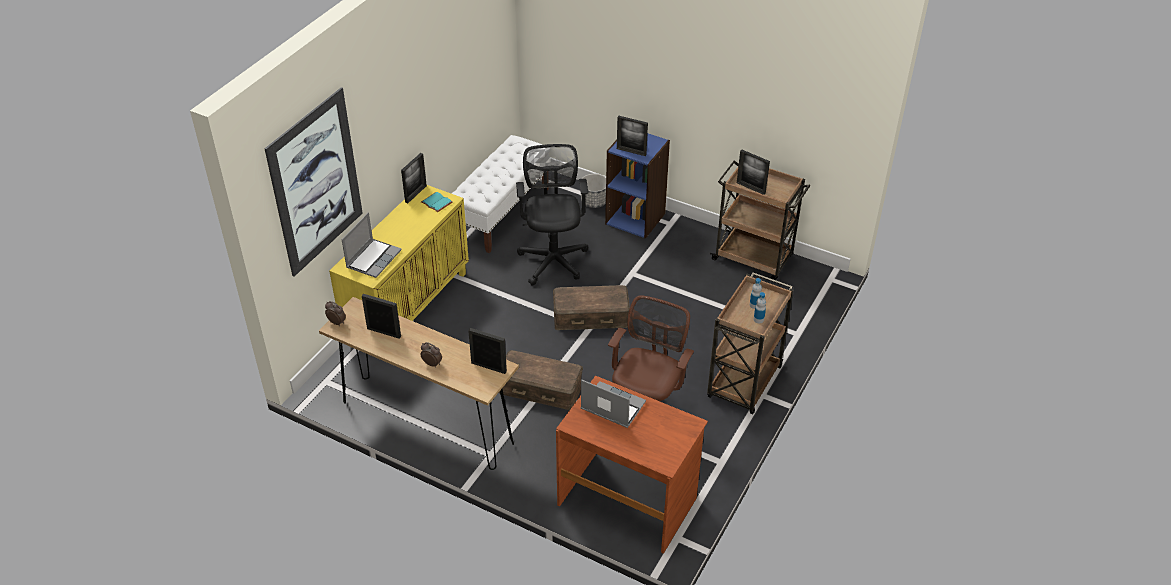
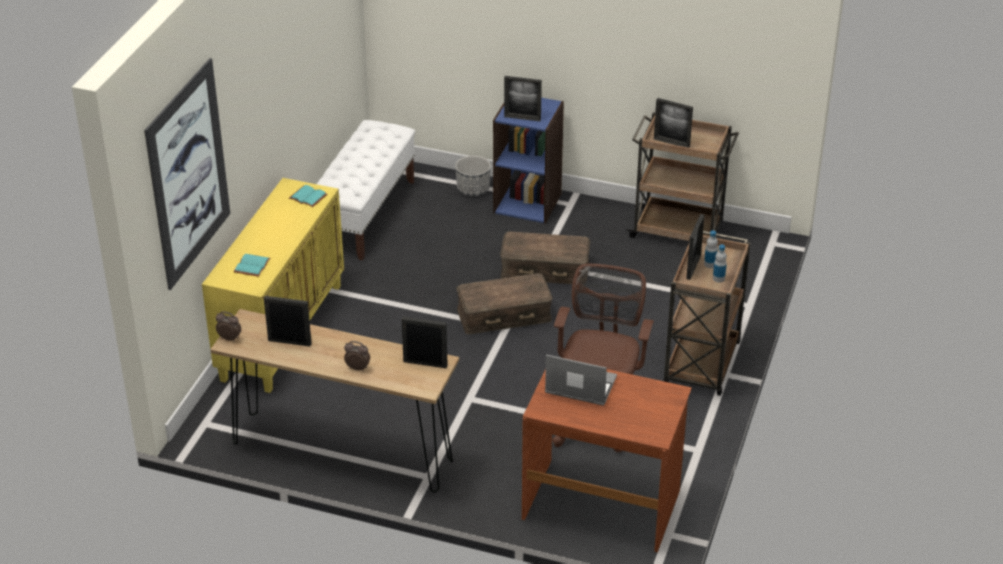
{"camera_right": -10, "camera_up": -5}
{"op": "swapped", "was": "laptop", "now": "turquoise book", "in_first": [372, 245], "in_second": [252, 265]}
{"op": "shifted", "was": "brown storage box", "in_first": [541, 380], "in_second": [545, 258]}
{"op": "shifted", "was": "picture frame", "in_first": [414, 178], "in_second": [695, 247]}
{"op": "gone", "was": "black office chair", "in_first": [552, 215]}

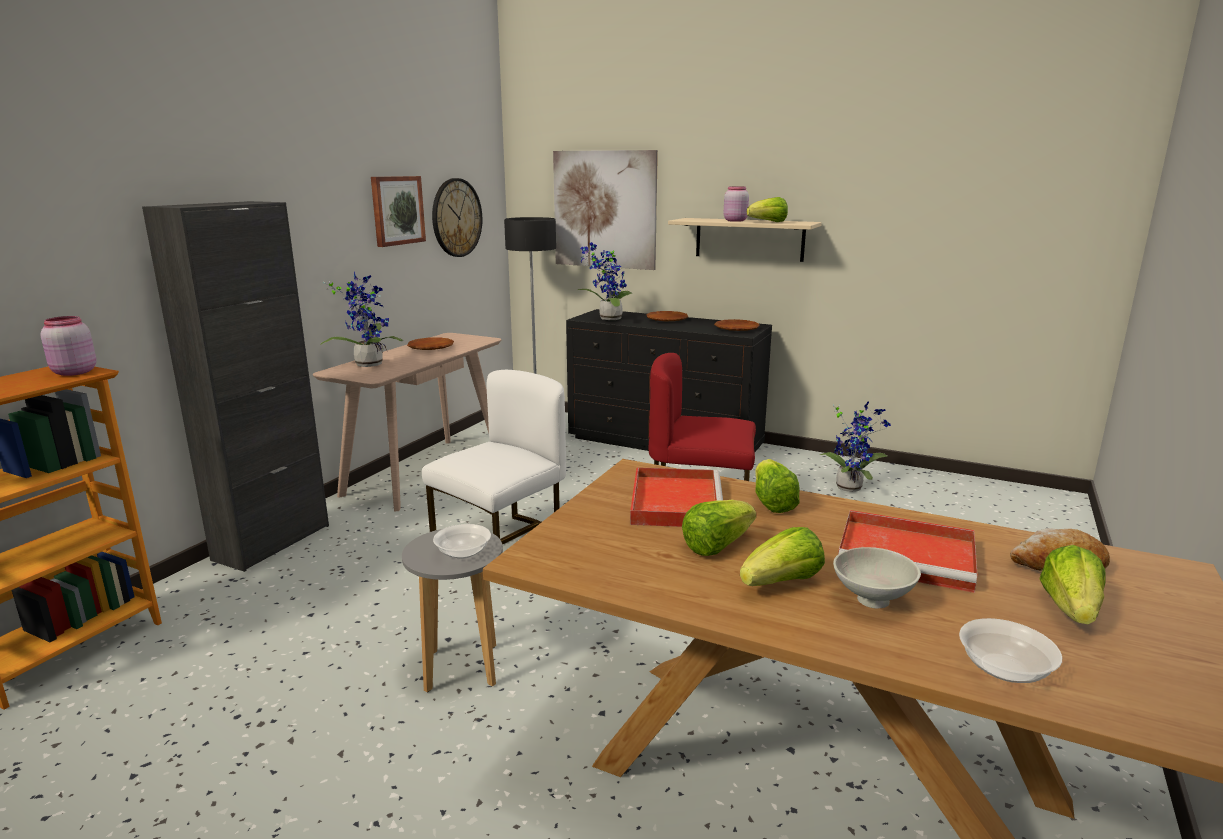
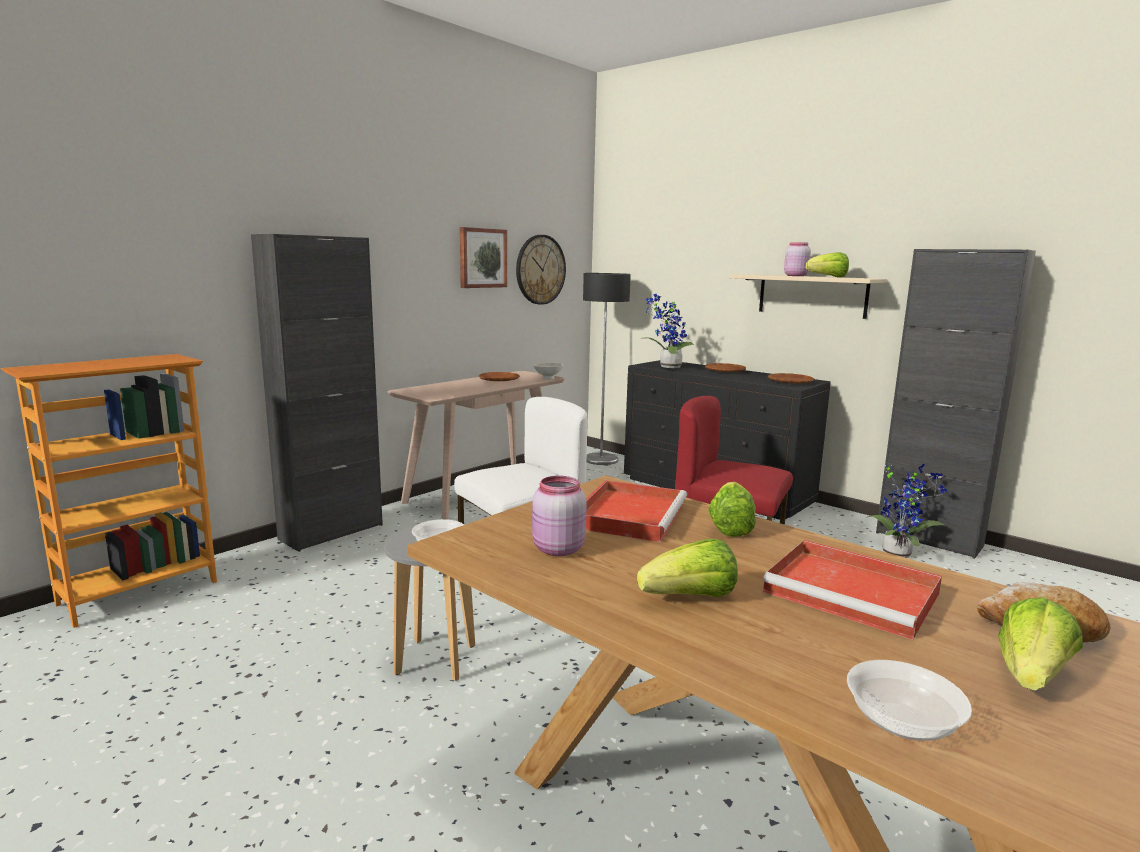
{"camera_right": 15, "camera_up": -5}
{"op": "shifted", "was": "pink jar", "in_first": [68, 346], "in_second": [559, 516]}
{"op": "shifted", "was": "white bowl", "in_first": [877, 577], "in_second": [548, 371]}
{"op": "new", "now": "black cabinet", "in_second": [956, 404]}
{"op": "gone", "was": "potted plant", "in_first": [361, 319]}
{"op": "gone", "was": "picture", "in_first": [605, 210]}
{"op": "gone", "was": "lettuce", "in_first": [719, 528]}

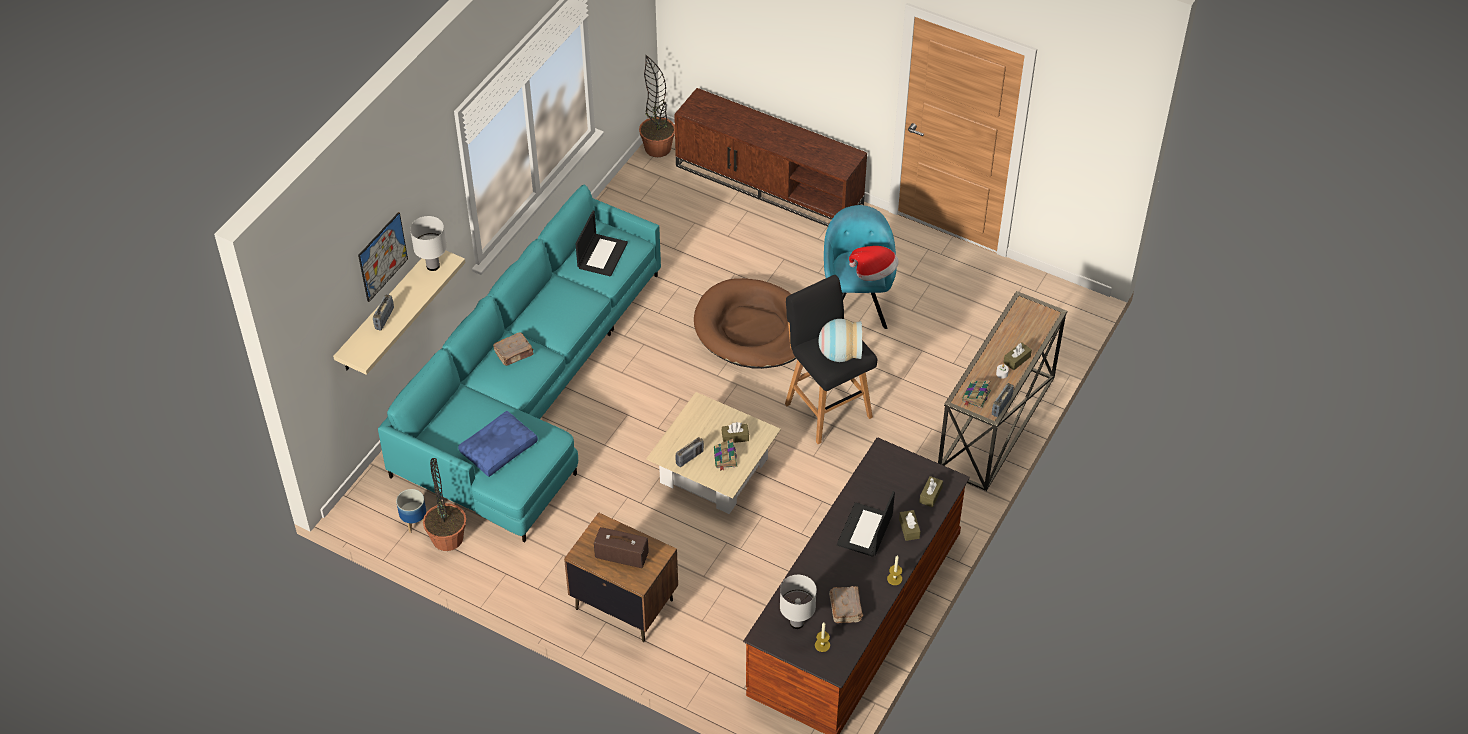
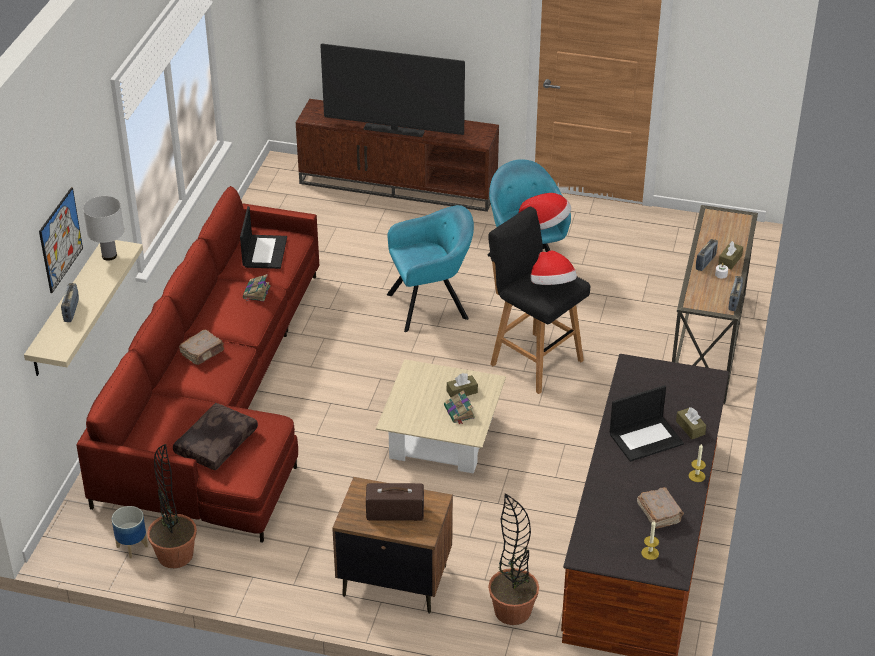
{"camera_right": -15, "camera_up": -10}
{"op": "repainted", "was": "turquoise sofa", "now": "red sofa", "in_first": [519, 363], "in_second": [198, 364]}
{"op": "repainted", "was": "blue pillow", "now": "brown pillow", "in_first": [498, 444], "in_second": [215, 437]}
{"op": "shifted", "was": "book", "in_first": [976, 394], "in_second": [257, 287]}
{"op": "new", "now": "television", "in_second": [392, 90]}
{"op": "swapped", "was": "brown dog bed", "now": "turquoise armchair", "in_first": [745, 323], "in_second": [430, 268]}
{"op": "shifted", "was": "potted plant", "in_first": [657, 106], "in_second": [513, 559]}
{"op": "swapped", "was": "vase", "now": "hat", "in_first": [840, 340], "in_second": [554, 267]}
{"op": "rotated", "was": "laptop", "in_first": [866, 524], "in_second": [647, 423], "clockwise": -120}
{"op": "shifted", "was": "radio", "in_first": [689, 452], "in_second": [707, 255]}
{"op": "gone", "was": "white table lamp", "in_first": [798, 602]}
{"op": "gone", "was": "brown tissue box", "in_first": [931, 491]}

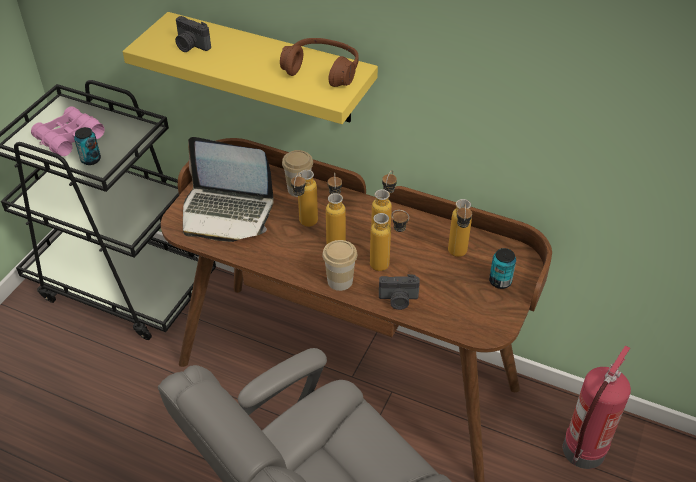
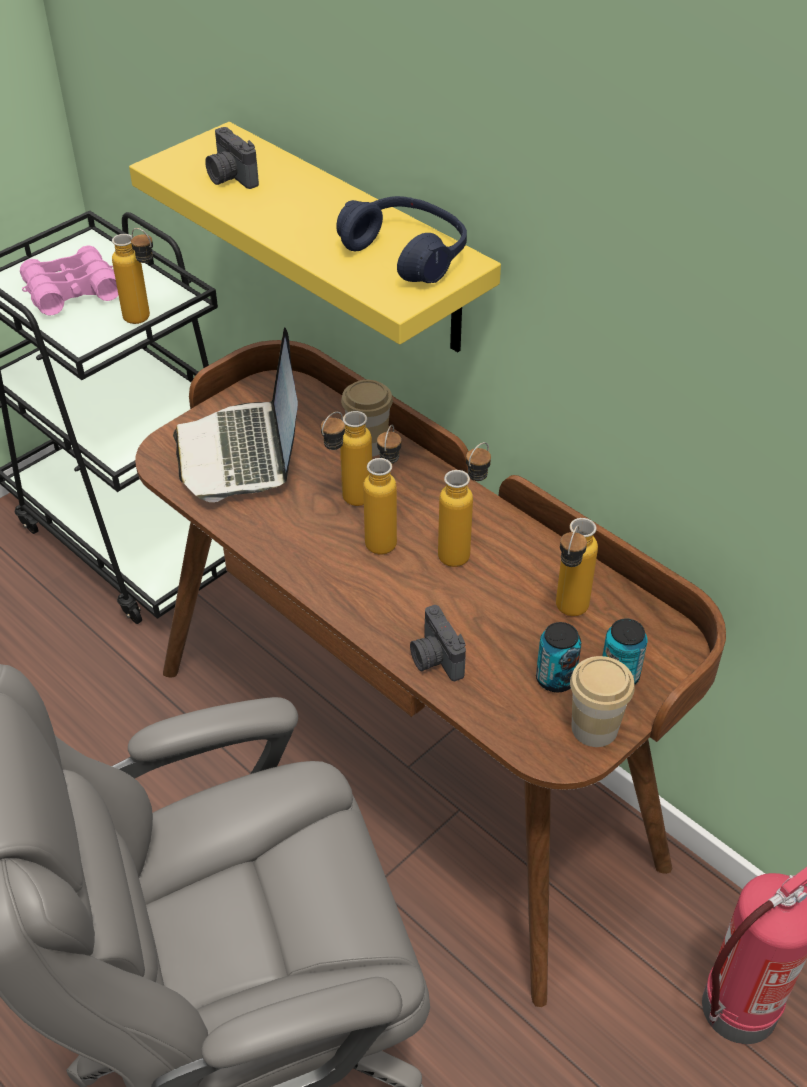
{"camera_right": 20, "camera_up": 0}
{"op": "shifted", "was": "bottle", "in_first": [389, 240], "in_second": [132, 276]}
{"op": "rotated", "was": "laptop", "in_first": [228, 189], "in_second": [235, 415], "clockwise": 45}
{"op": "repainted", "was": "brown headphones", "now": "blue headphones", "in_first": [319, 62], "in_second": [401, 239]}
{"op": "rotated", "was": "photo camera", "in_first": [399, 292], "in_second": [438, 643], "clockwise": 45}
{"op": "shifted", "was": "can", "in_first": [87, 146], "in_second": [558, 657]}
{"op": "shifted", "was": "cup", "in_first": [339, 265], "in_second": [602, 701]}

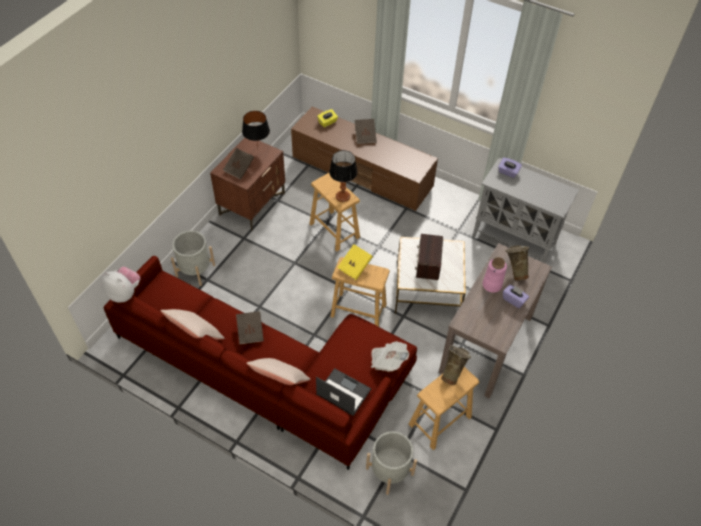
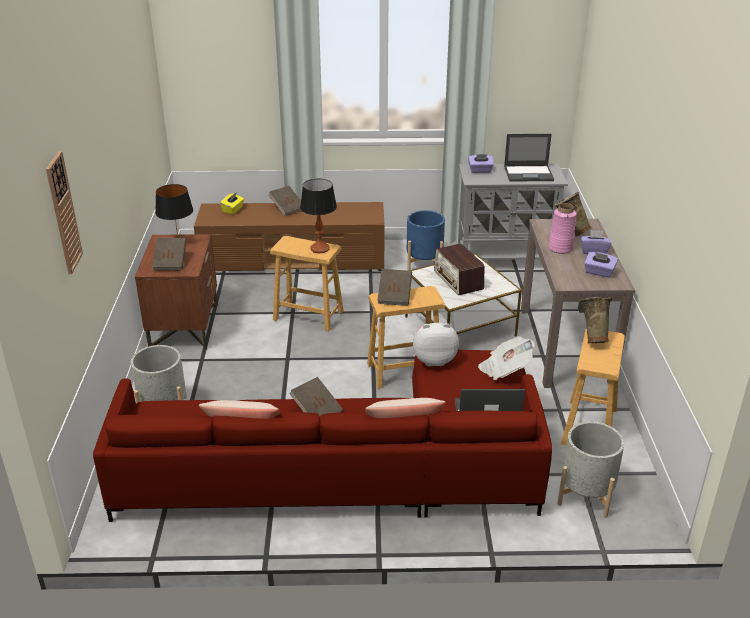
{"camera_right": -30, "camera_up": -20}
{"op": "new", "now": "wall clock", "in_second": [64, 212]}
{"op": "repainted", "was": "yellow book", "now": "brown book", "in_first": [355, 262], "in_second": [395, 287]}
{"op": "new", "now": "blue planter", "in_second": [426, 240]}
{"op": "shifted", "was": "plush toy", "in_first": [121, 285], "in_second": [436, 344]}
{"op": "new", "now": "laptop", "in_second": [529, 157]}
{"op": "new", "now": "purple tissue box", "in_second": [601, 265]}

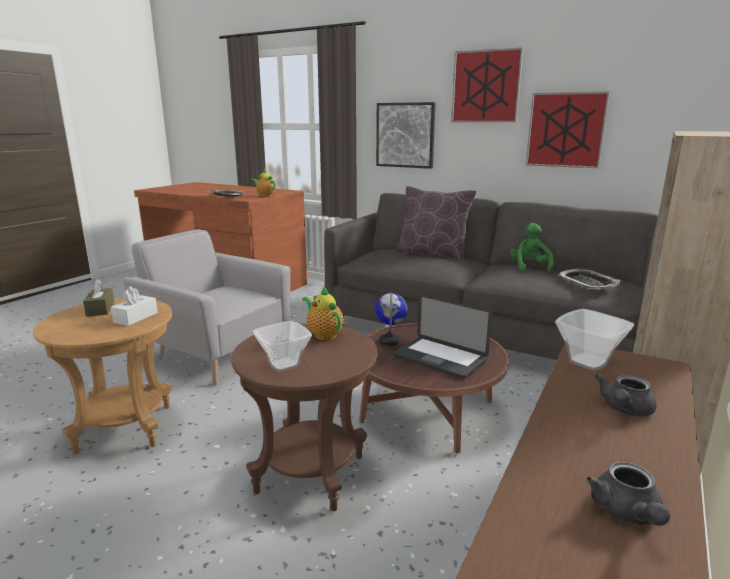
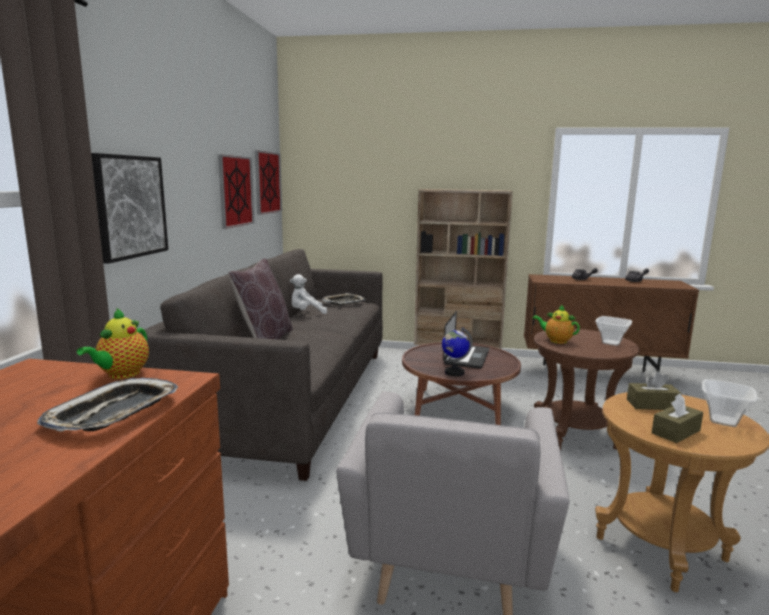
{"camera_right": -110, "camera_up": -5}
{"op": "shifted", "was": "picture", "in_first": [487, 84], "in_second": [268, 182]}
{"op": "repainted", "was": "green plush toy", "now": "white plush toy", "in_first": [532, 248], "in_second": [308, 294]}
{"op": "rotated", "was": "teapot", "in_first": [323, 313], "in_second": [556, 324], "clockwise": 90}
{"op": "repainted", "was": "white tissue box", "now": "brown tissue box", "in_first": [134, 306], "in_second": [654, 390]}
{"op": "shifted", "was": "bowl", "in_first": [594, 340], "in_second": [730, 403]}

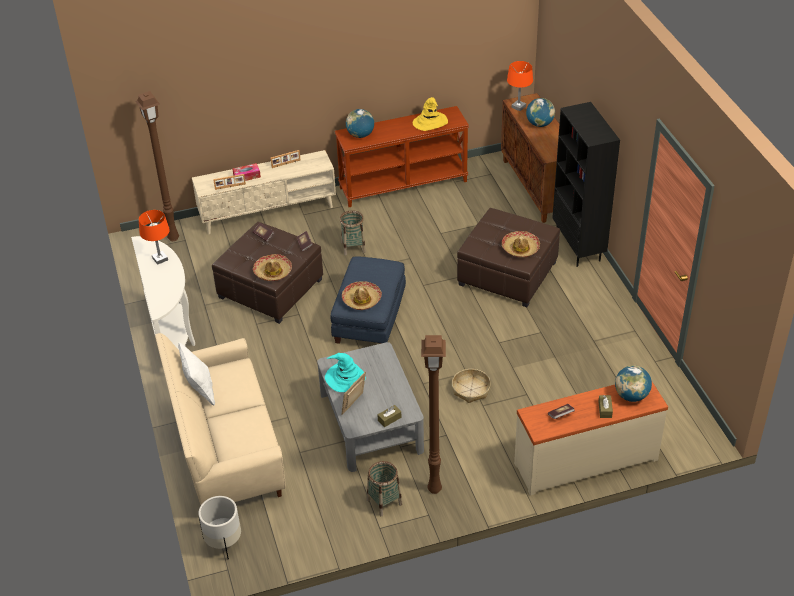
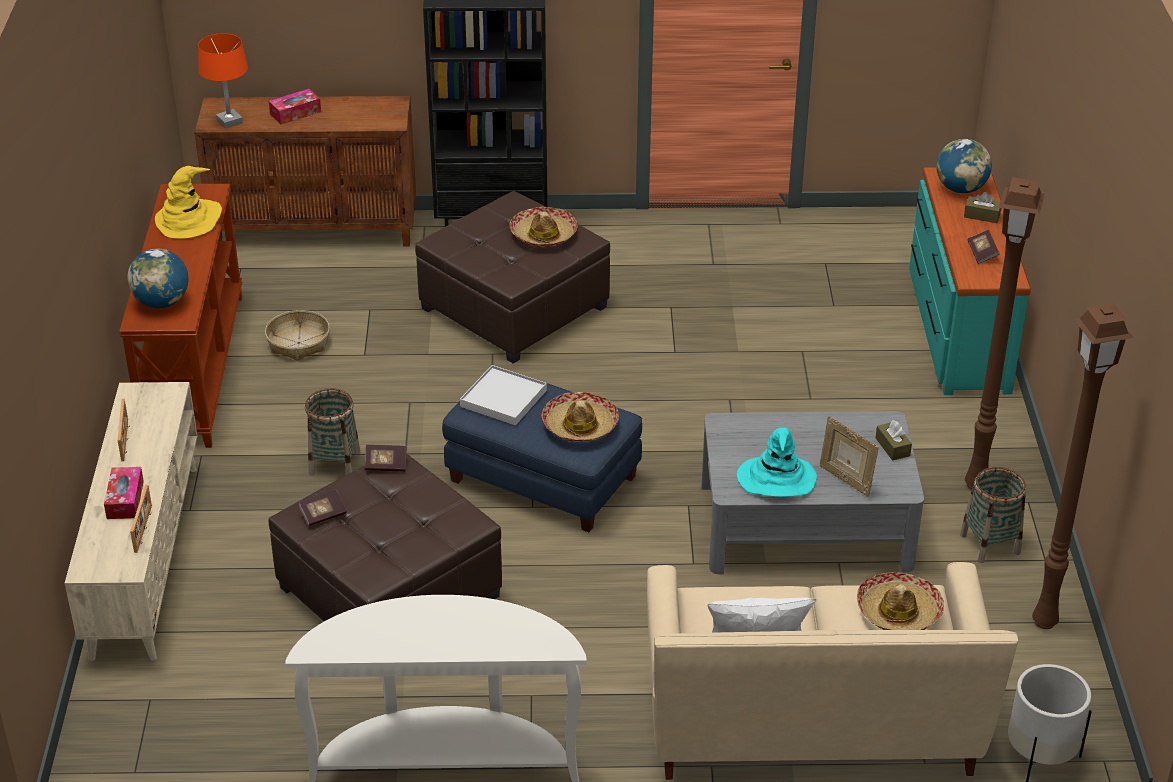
{"camera_right": -75, "camera_up": -5}
{"op": "shifted", "was": "basket", "in_first": [471, 386], "in_second": [297, 335]}
{"op": "swapped", "was": "globe", "now": "tissue box", "in_first": [540, 112], "in_second": [295, 107]}
{"op": "new", "now": "white tray", "in_second": [503, 395]}
{"op": "shifted", "was": "hat", "in_first": [272, 267], "in_second": [900, 601]}
{"op": "repainted", "was": "beige dresser", "now": "turquoise dresser", "in_first": [591, 439], "in_second": [970, 281]}
{"op": "shifted", "was": "brown floor lamp", "in_first": [157, 166], "in_second": [1082, 466]}
{"op": "gone", "was": "orange table lamp", "in_first": [154, 237]}

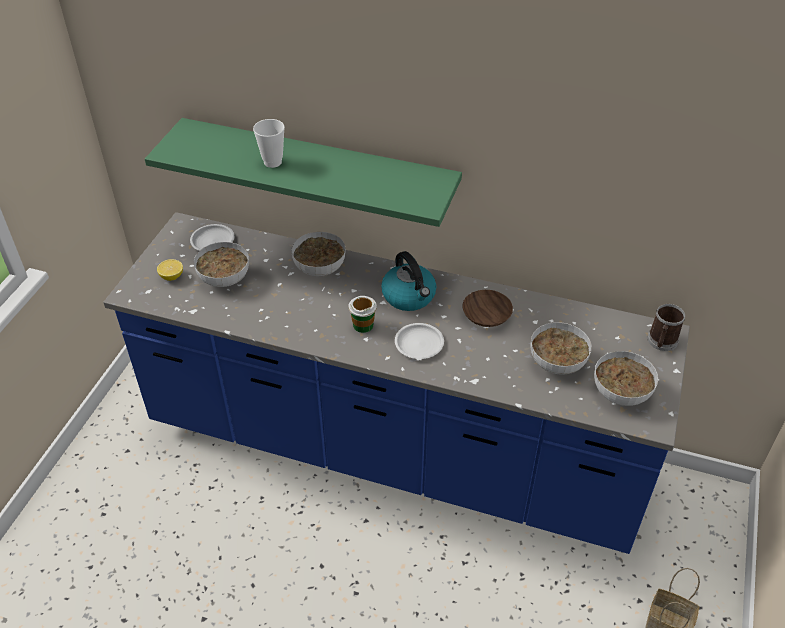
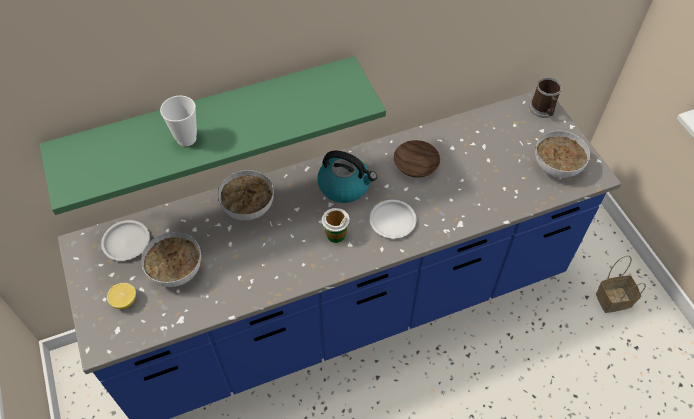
{"camera_right": -40, "camera_up": 10}
{"op": "gone", "was": "bowl", "in_first": [561, 348]}

